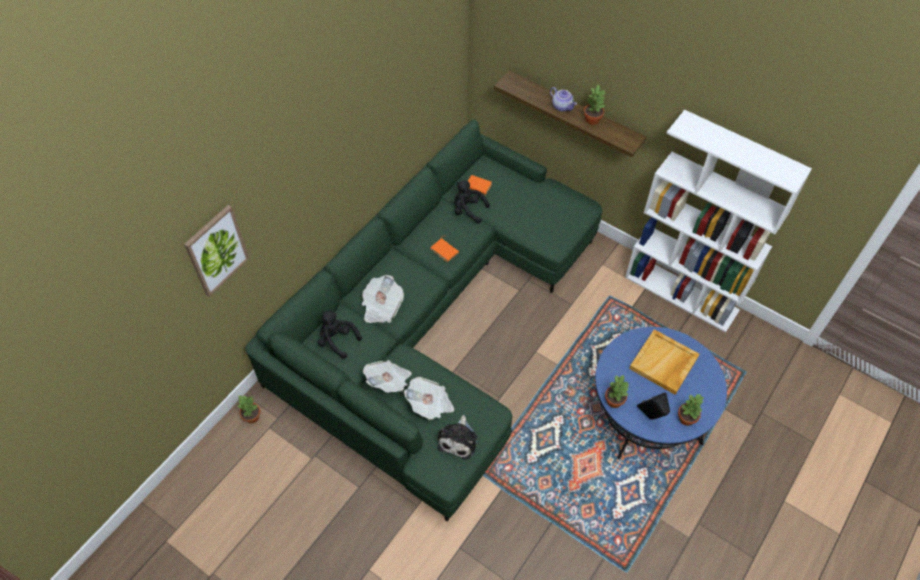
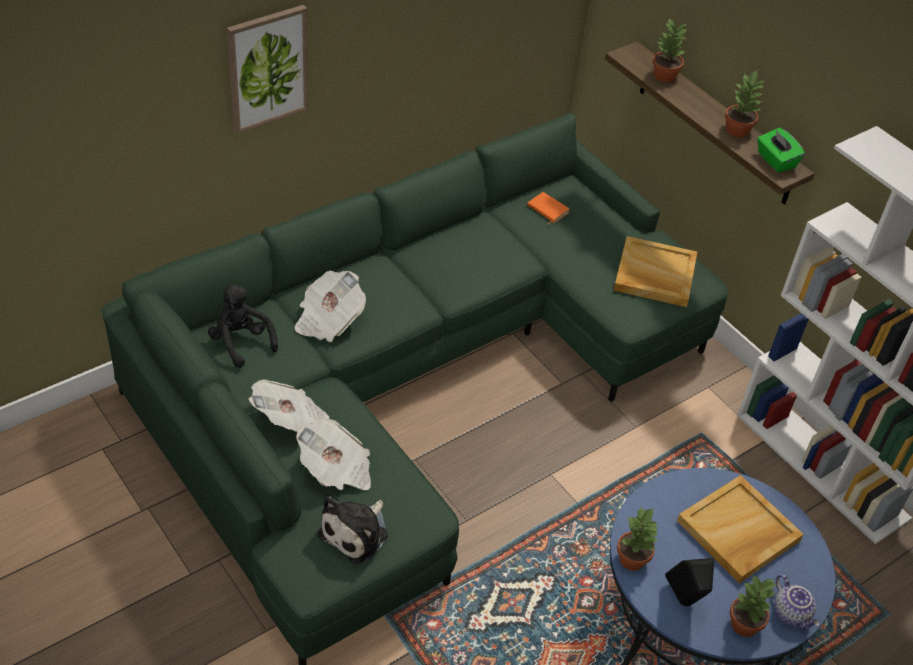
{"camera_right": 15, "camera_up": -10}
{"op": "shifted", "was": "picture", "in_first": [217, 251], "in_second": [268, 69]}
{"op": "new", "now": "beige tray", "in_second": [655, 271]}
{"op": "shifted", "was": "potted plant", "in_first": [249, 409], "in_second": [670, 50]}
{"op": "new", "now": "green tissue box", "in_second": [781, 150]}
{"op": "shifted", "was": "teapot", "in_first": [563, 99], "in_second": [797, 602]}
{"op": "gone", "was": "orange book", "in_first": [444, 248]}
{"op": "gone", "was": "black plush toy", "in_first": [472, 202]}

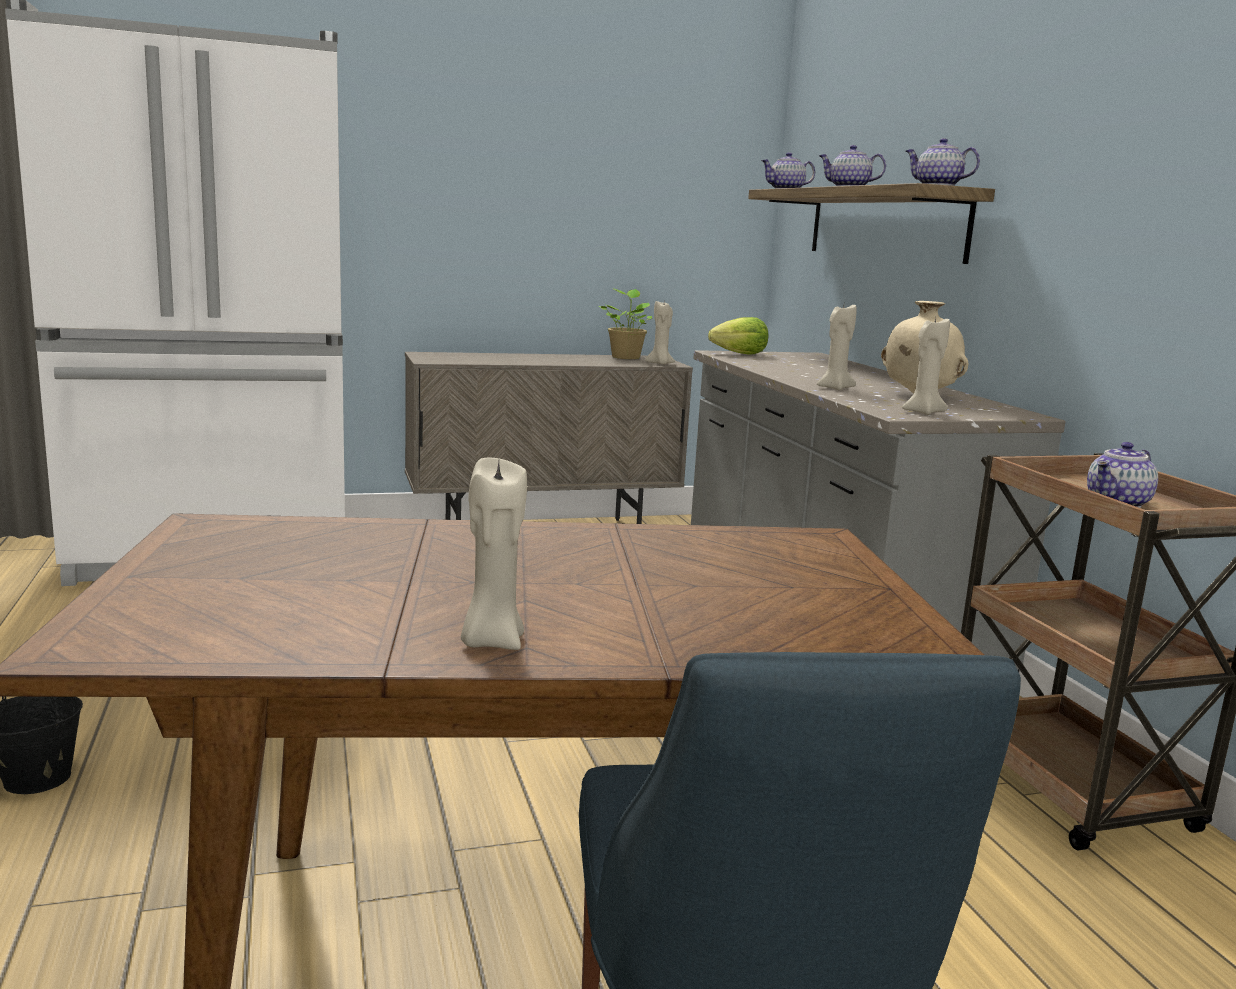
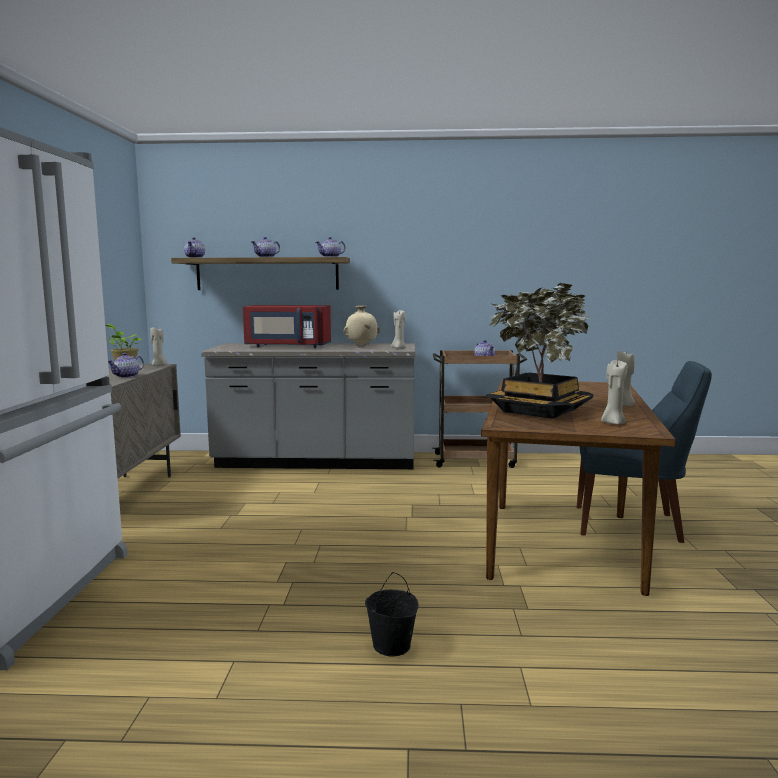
{"camera_right": -70, "camera_up": -5}
{"op": "new", "now": "teapot", "in_second": [126, 365]}
{"op": "new", "now": "red microwave", "in_second": [287, 326]}
{"op": "new", "now": "potted plant", "in_second": [540, 351]}
{"op": "shifted", "was": "beige candle", "in_first": [837, 347], "in_second": [614, 392]}
{"op": "gone", "was": "lettuce", "in_first": [738, 335]}

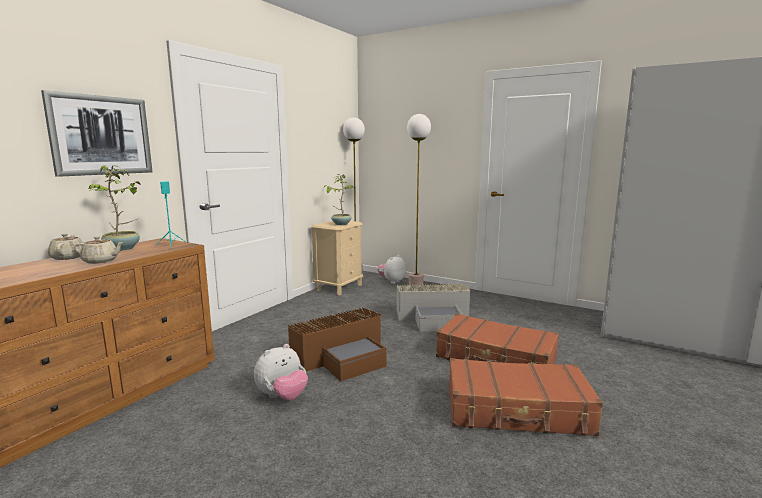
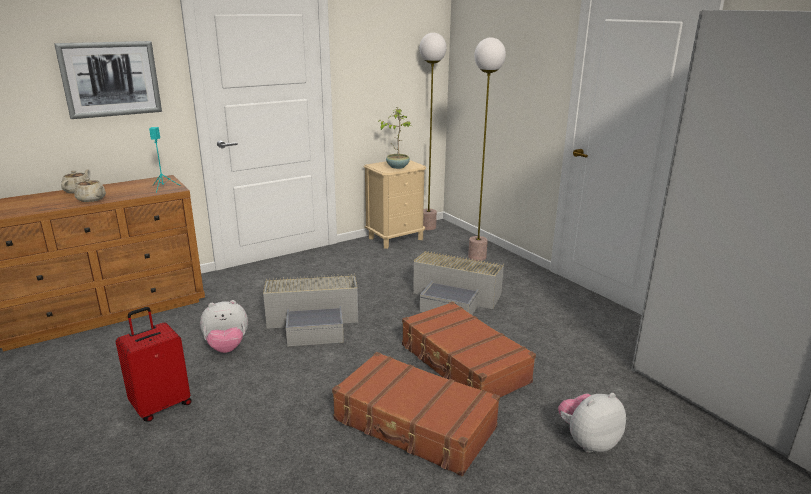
{"camera_right": 25, "camera_up": 10}
{"op": "new", "now": "red suitcase", "in_second": [153, 364]}
{"op": "repainted", "was": "brown storage box", "now": "grey storage box", "in_first": [337, 344], "in_second": [310, 310]}
{"op": "shifted", "was": "plush toy", "in_first": [391, 269], "in_second": [592, 423]}
{"op": "gone", "was": "potted plant", "in_first": [114, 208]}

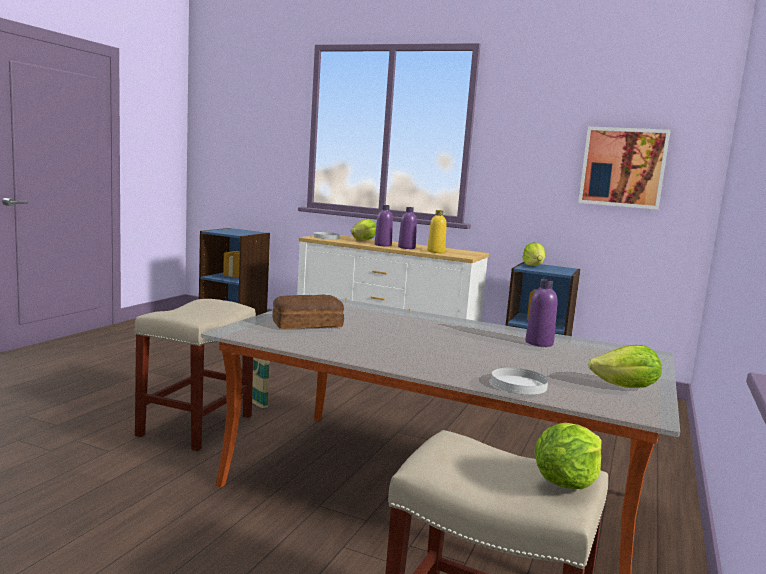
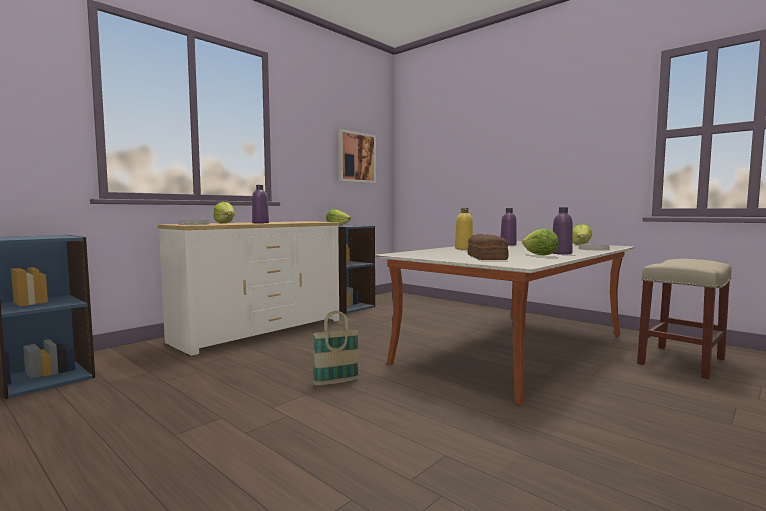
{"camera_right": -70, "camera_up": -5}
{"op": "shifted", "was": "yellow bottle", "in_first": [437, 231], "in_second": [464, 229]}
{"op": "shifted", "was": "lettuce", "in_first": [568, 456], "in_second": [540, 242]}
{"op": "shifted", "was": "purple bottle", "in_first": [407, 228], "in_second": [563, 230]}
{"op": "gone", "was": "beige stool", "in_first": [195, 375]}

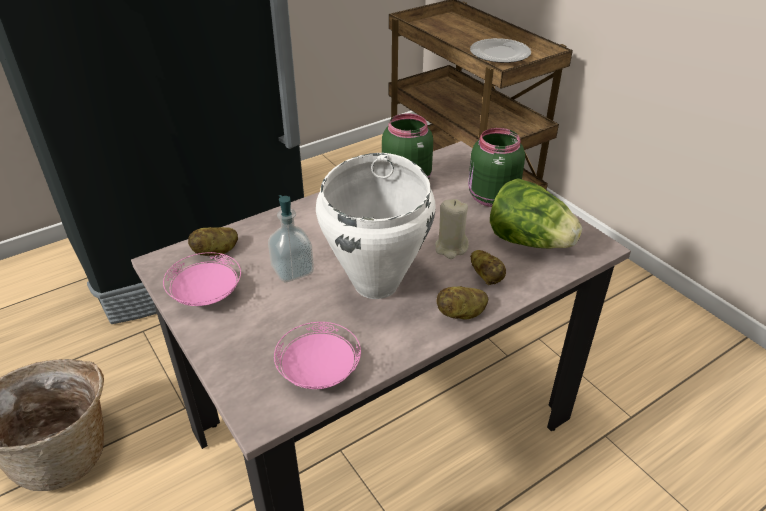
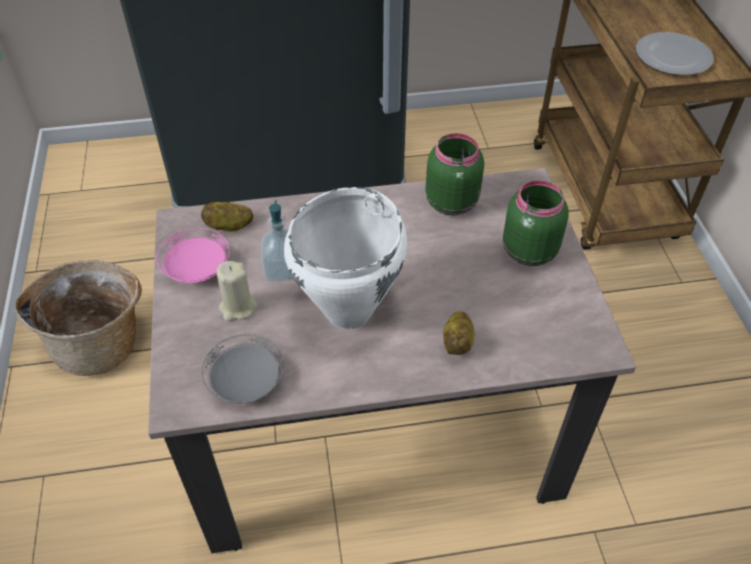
{"camera_right": 25, "camera_up": 10}
{"op": "repainted", "was": "pink plate", "now": "grey plate", "in_first": [317, 355], "in_second": [242, 369]}
{"op": "shifted", "was": "beige candle", "in_first": [452, 229], "in_second": [237, 291]}
{"op": "gone", "was": "potato", "in_first": [462, 303]}
{"op": "gone", "was": "lettuce", "in_first": [536, 213]}

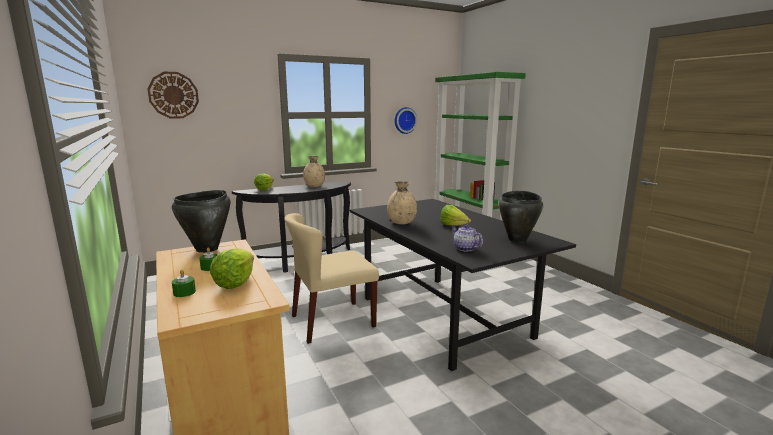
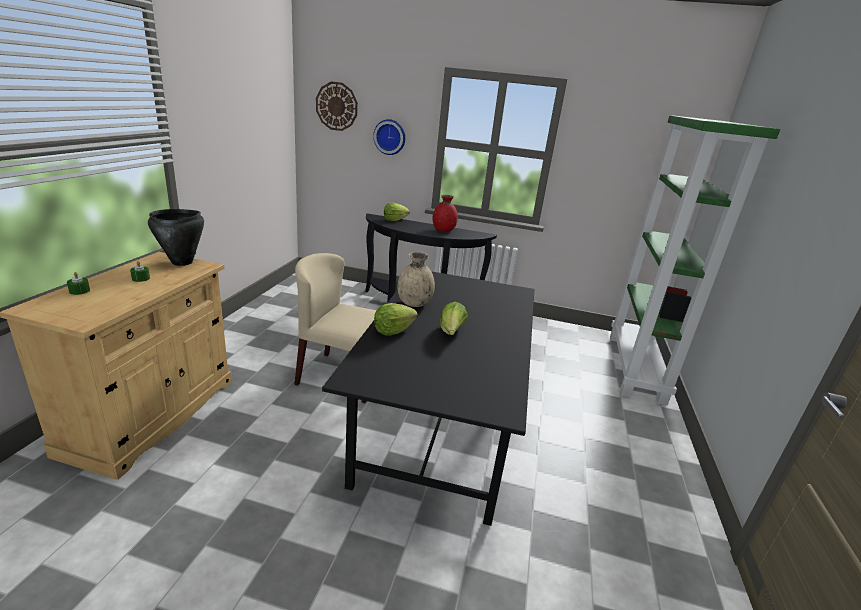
{"camera_right": 40, "camera_up": 10}
{"op": "shifted", "was": "wall clock", "in_first": [406, 120], "in_second": [389, 137]}
{"op": "shifted", "was": "lettuce", "in_first": [232, 269], "in_second": [396, 319]}
{"op": "repainted", "was": "beige vase", "now": "red vase", "in_first": [314, 171], "in_second": [445, 213]}
{"op": "gone", "was": "teapot", "in_first": [467, 238]}
{"op": "gone", "was": "black cooking pot", "in_first": [520, 217]}

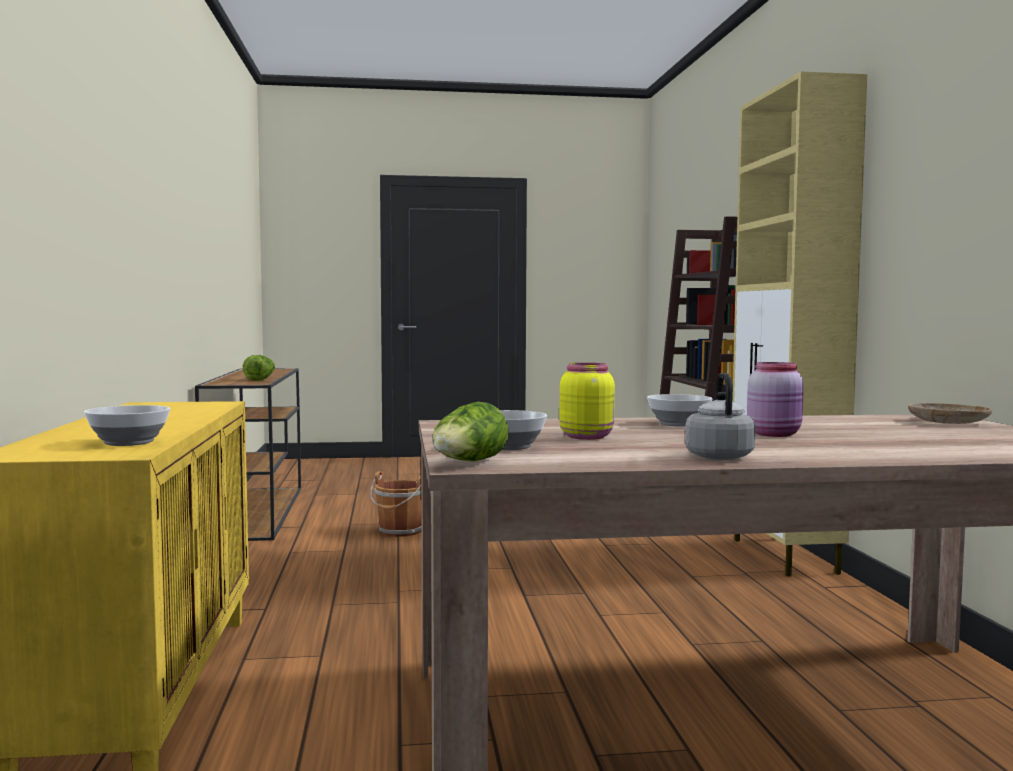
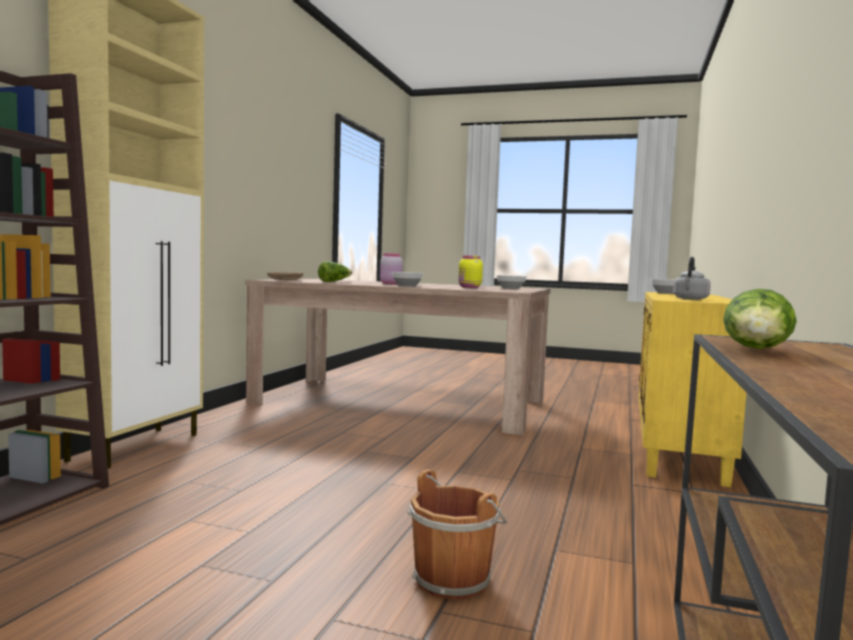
{"camera_right": -155, "camera_up": 0}
{"op": "shifted", "was": "lettuce", "in_first": [470, 431], "in_second": [335, 271]}
{"op": "shifted", "was": "grey kettle", "in_first": [720, 416], "in_second": [692, 278]}

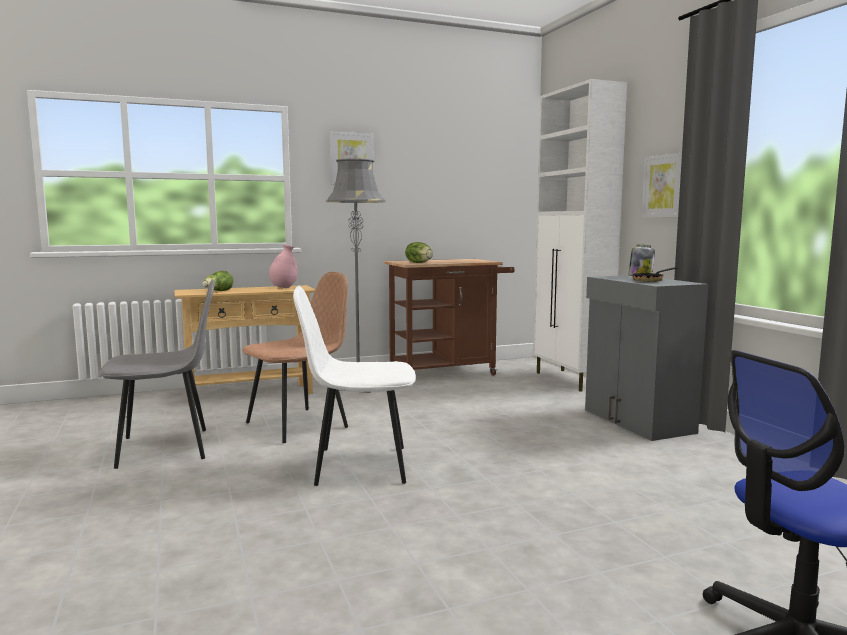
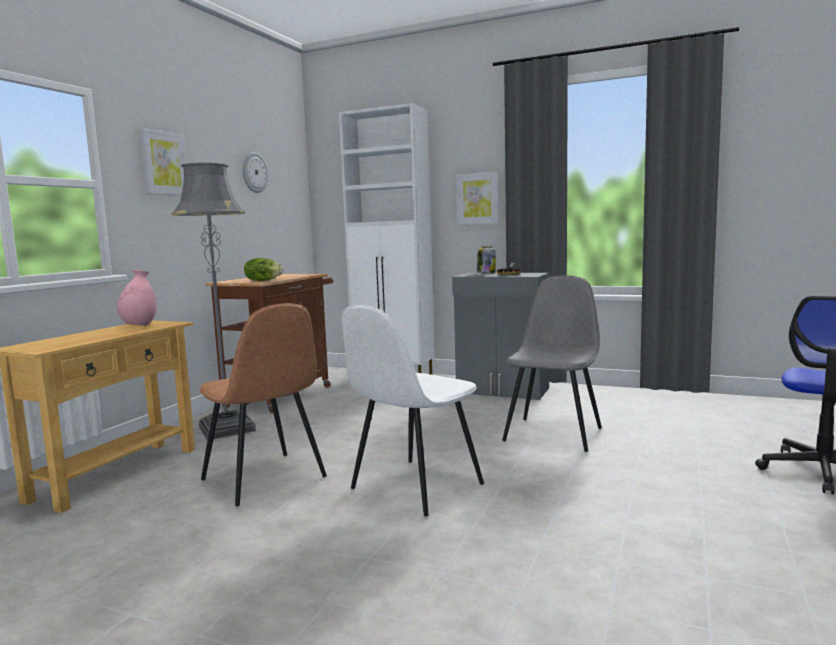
{"camera_right": -45, "camera_up": 0}
{"op": "rotated", "was": "brown chair", "in_first": [295, 357], "in_second": [263, 404], "clockwise": 135}
{"op": "new", "now": "wall clock", "in_second": [255, 172]}
{"op": "shifted", "was": "grey chair", "in_first": [157, 374], "in_second": [552, 363]}
{"op": "gone", "was": "lettuce", "in_first": [217, 281]}

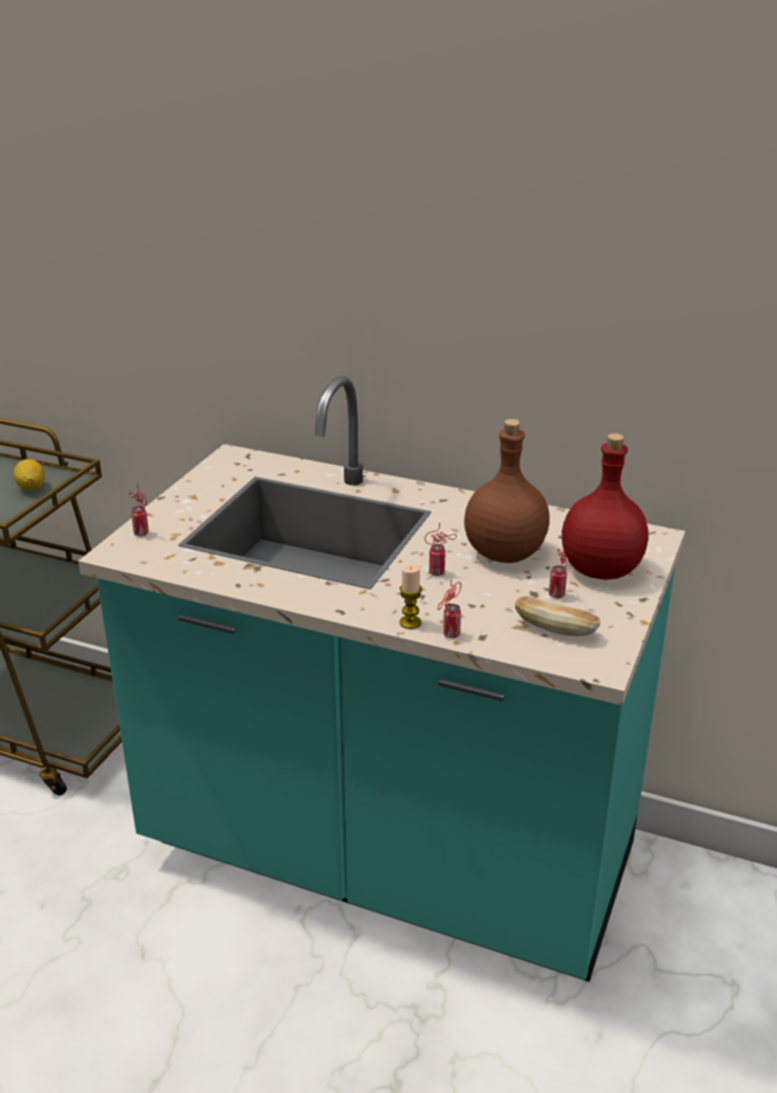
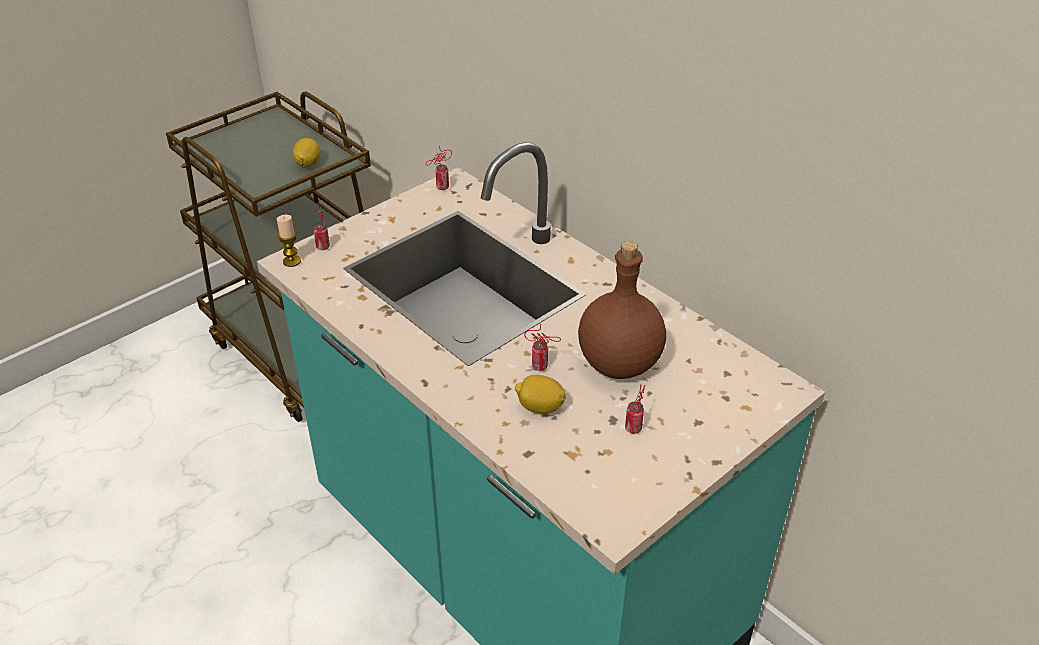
{"camera_right": 25, "camera_up": 10}
{"op": "shifted", "was": "candle", "in_first": [411, 596], "in_second": [289, 241]}
{"op": "shifted", "was": "can", "in_first": [449, 609], "in_second": [439, 168]}
{"op": "new", "now": "lemon", "in_second": [540, 394]}
{"op": "gone", "was": "bread", "in_first": [557, 616]}
{"op": "gone", "was": "red bottle", "in_first": [605, 506]}

